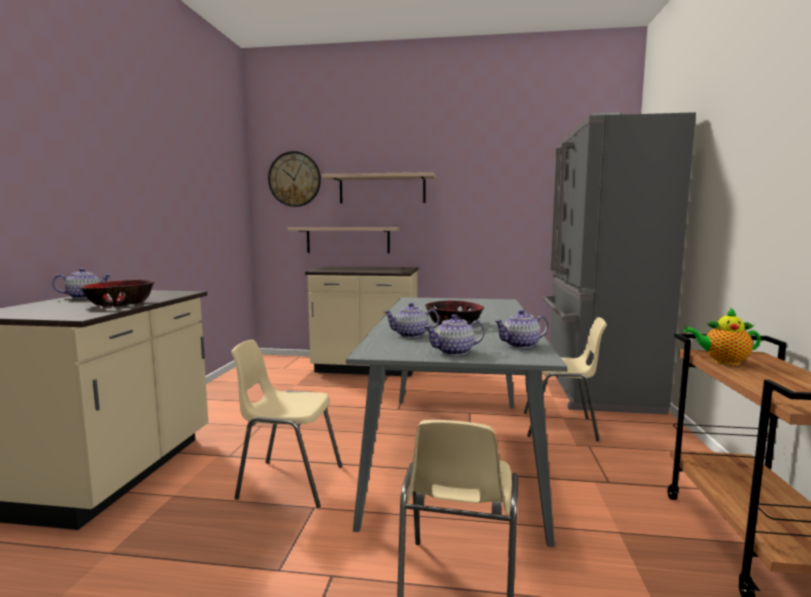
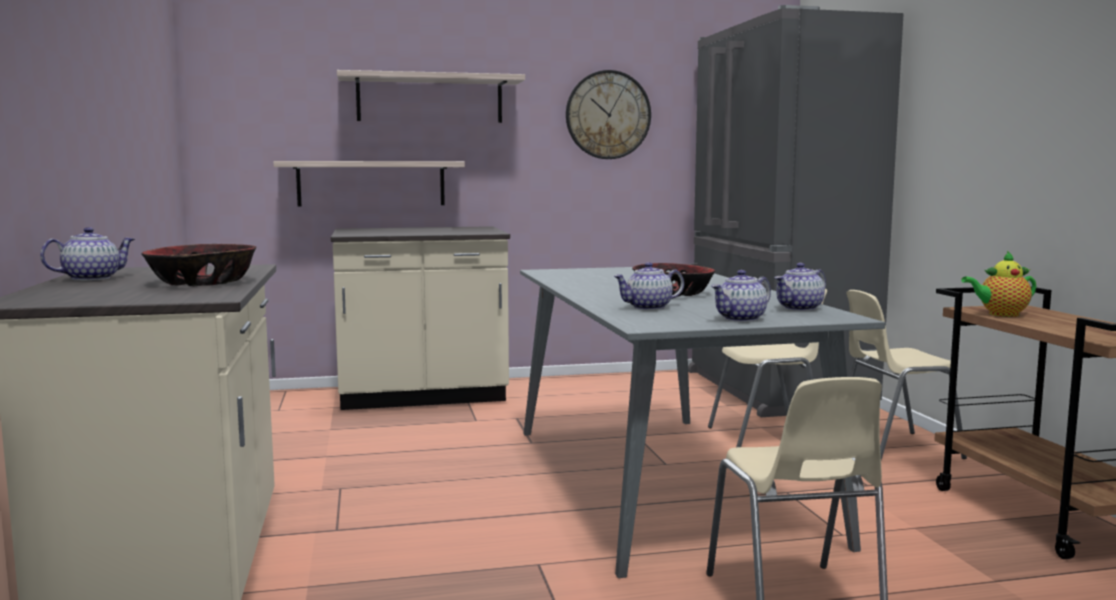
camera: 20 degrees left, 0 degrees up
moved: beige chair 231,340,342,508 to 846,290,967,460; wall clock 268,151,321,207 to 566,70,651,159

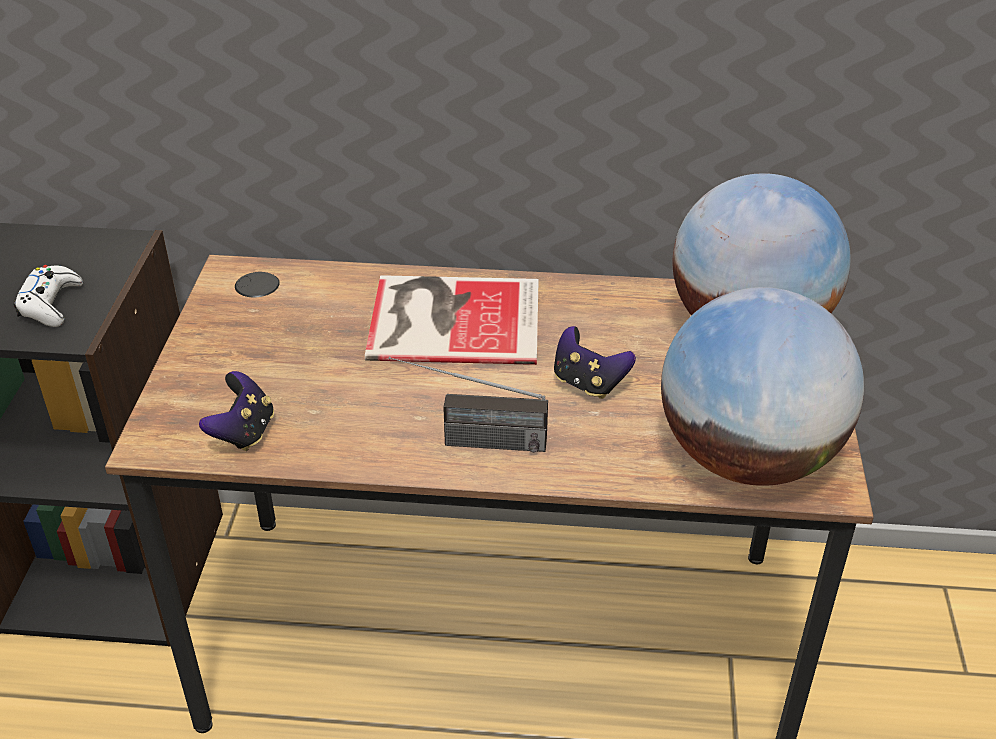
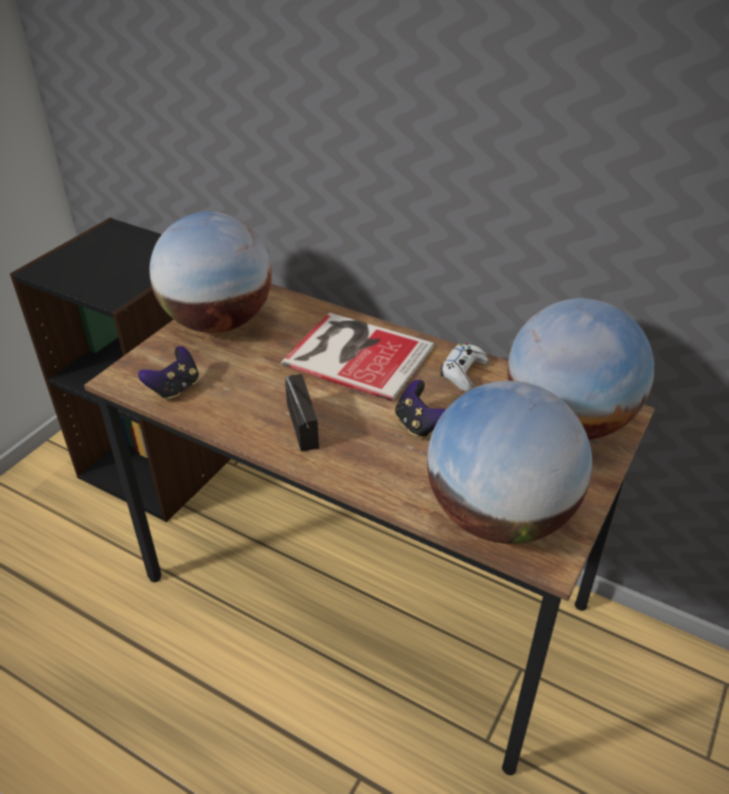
camera: 25 degrees right, 0 degrees up
added: globe 150,212,272,333
moved: white game controller 14,265,83,327 to 440,343,489,392
turned: radio 389,357,548,453 = 285,374,319,451 135 degrees counterclockwise

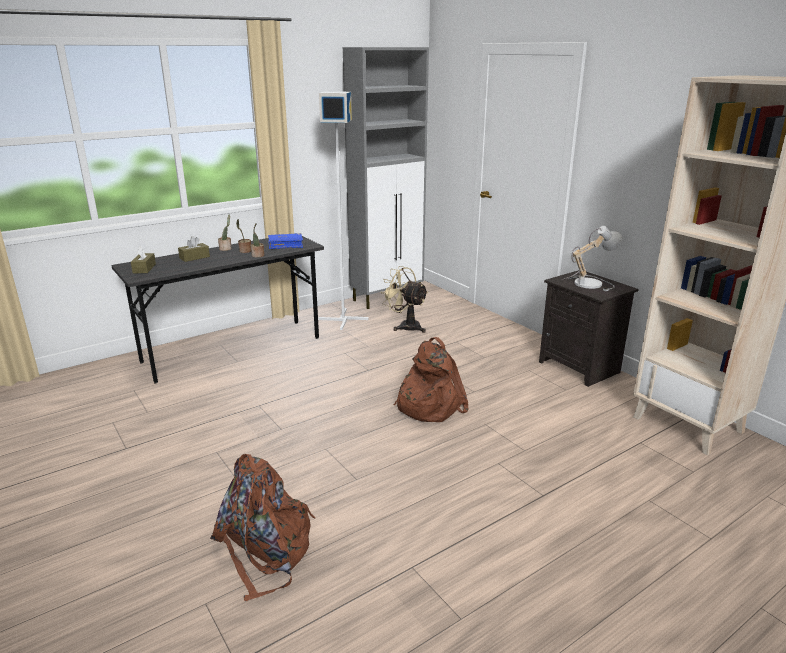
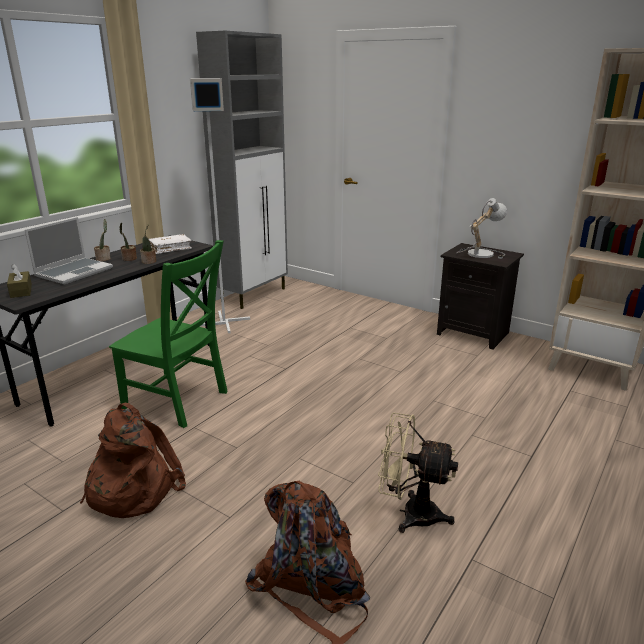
camera: 20 degrees left, 0 degrees up
added: green chair 109,240,227,428
moved: beige fan 380,266,429,333 to 378,413,458,533; brown backpack 394,337,469,422 to 80,403,186,518
replaced: brown tissue box 178,236,210,262 to laptop 25,217,113,285
recoloured: blue book 268,233,303,249 to white book 149,234,192,254

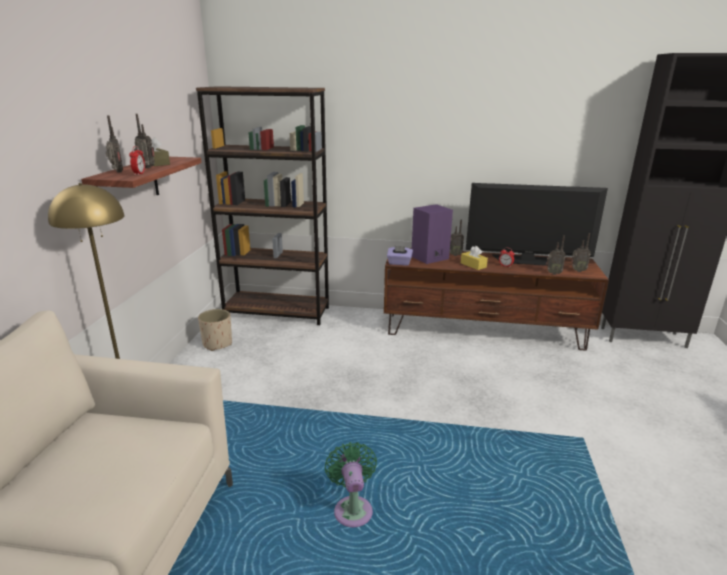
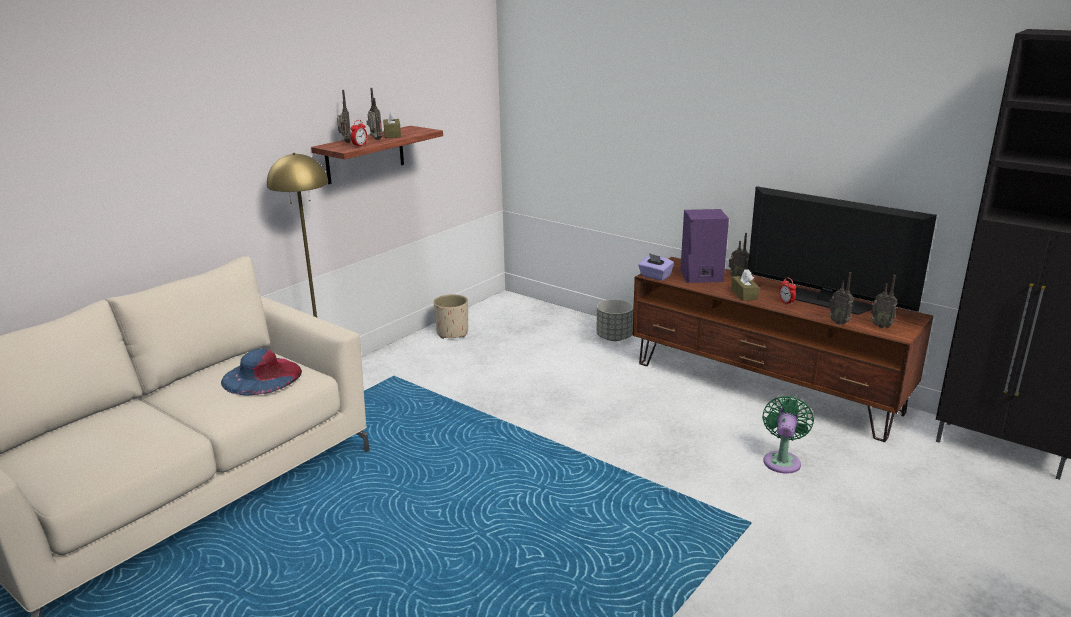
camera: 30 degrees right, 0 degrees up
removed: brown bookcase 196,86,329,325
added: blue hat 221,349,302,396; grey planter 596,299,634,341
moved: green fan 325,442,377,527 to 762,396,814,474
recoloured: yellow tissue box 461,246,488,270 to brown tissue box 731,269,759,301

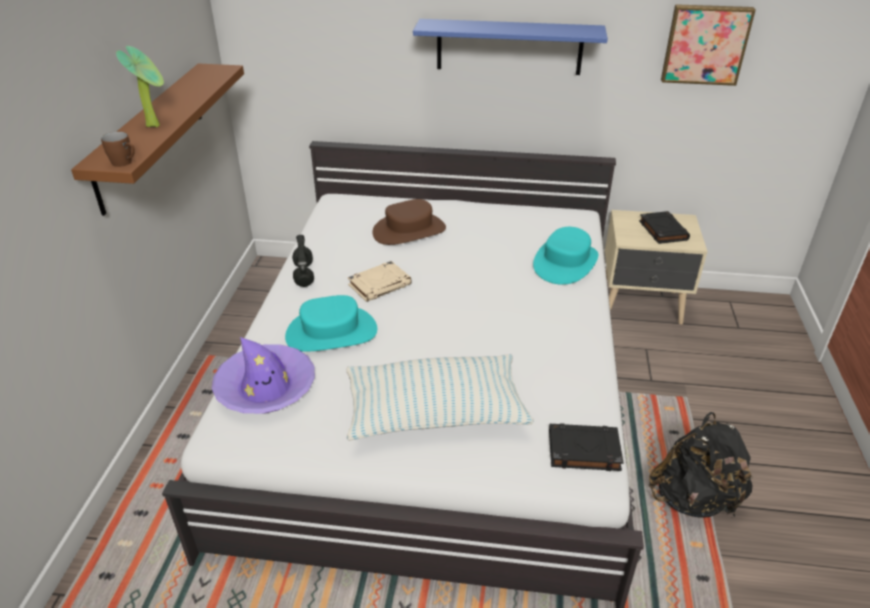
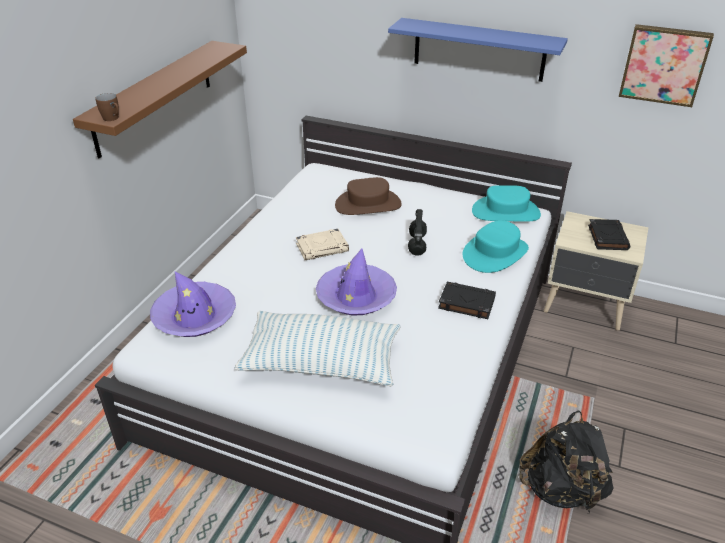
camera: 15 degrees right, 0 degrees up
removed: potted plant 116,46,164,127
added: purple hat 316,249,397,315
moved: turquoise hat 285,295,377,352 to 472,185,541,222; black headphones 292,235,314,287 to 408,209,427,256; black book 549,423,623,471 to 438,282,496,319

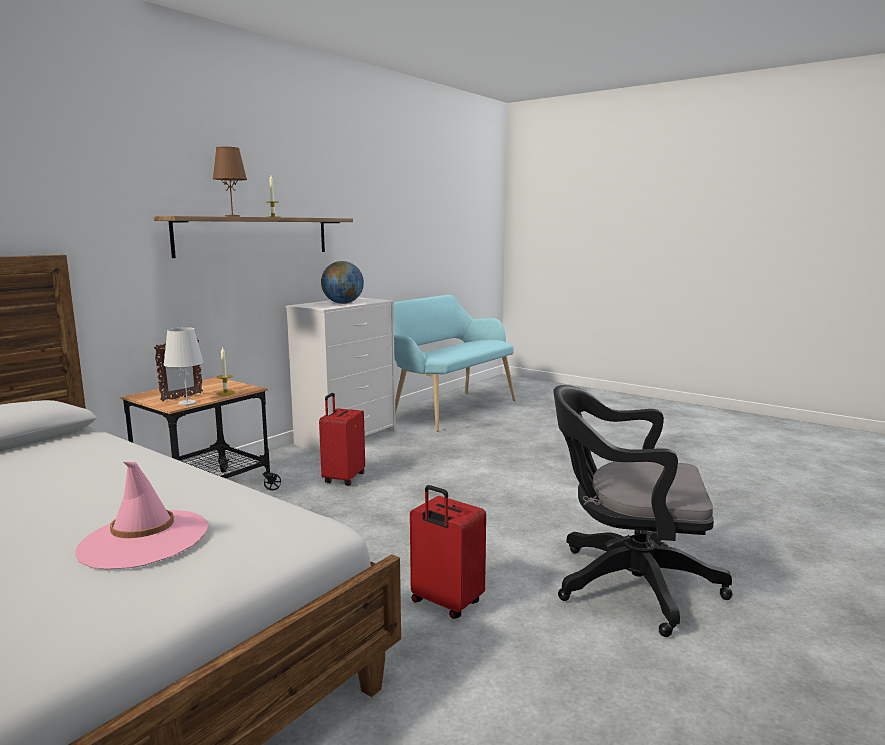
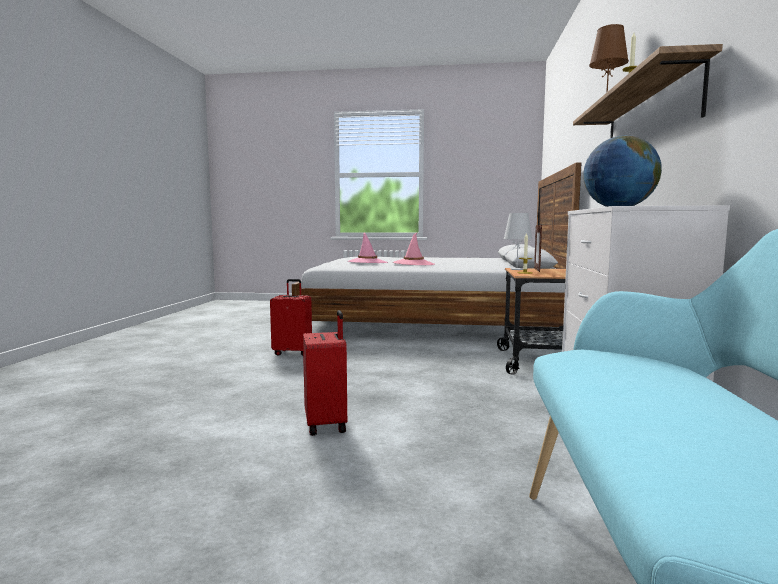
camera: 150 degrees right, 5 degrees down
removed: black office chair 553,385,733,637
added: pink hat 393,233,435,265
moved: red suitcase 319,393,365,486 to 303,310,347,436

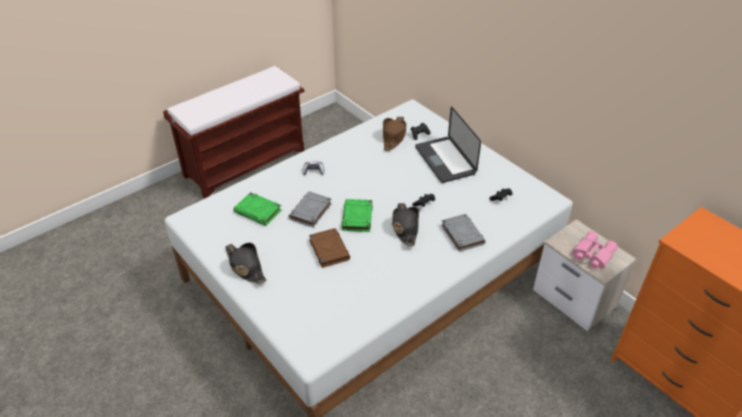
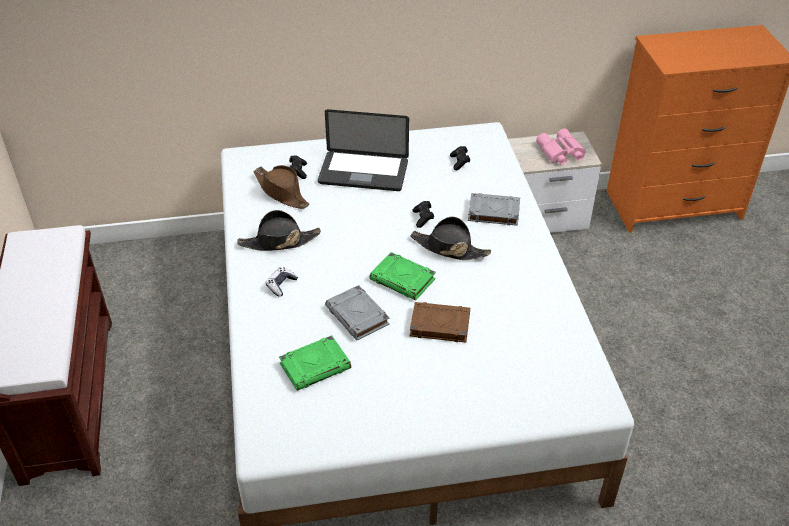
camera: 60 degrees left, 0 degrees up
moved: black hat 225,243,267,284 to 237,210,321,251

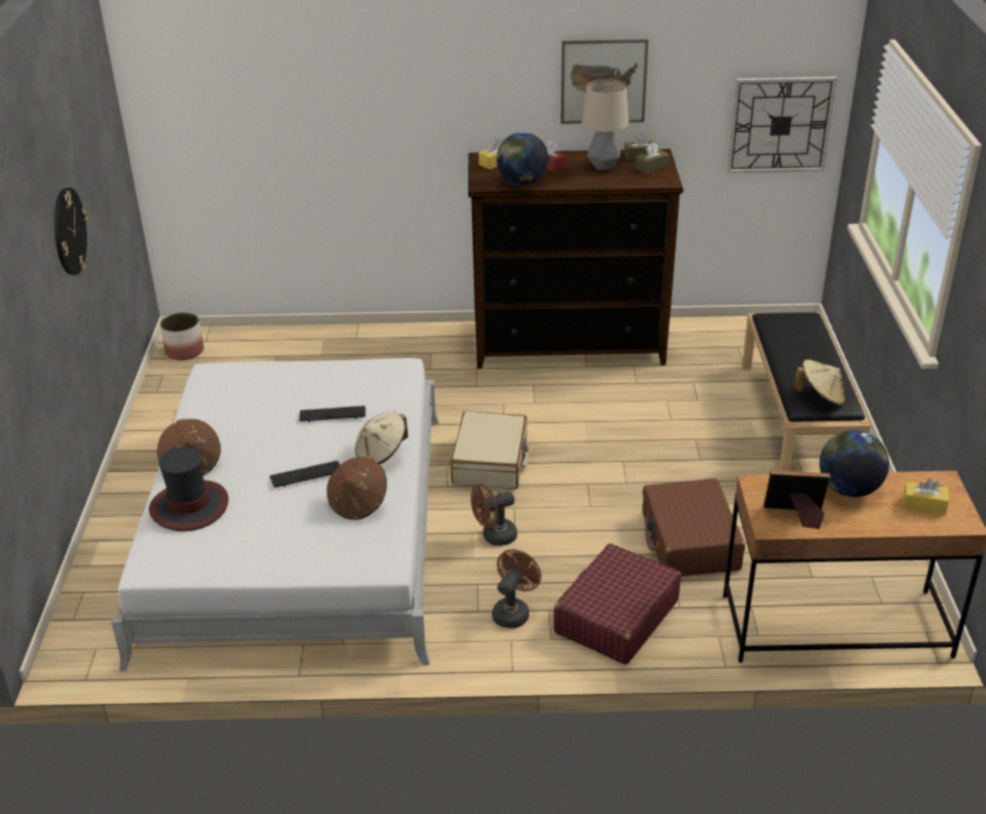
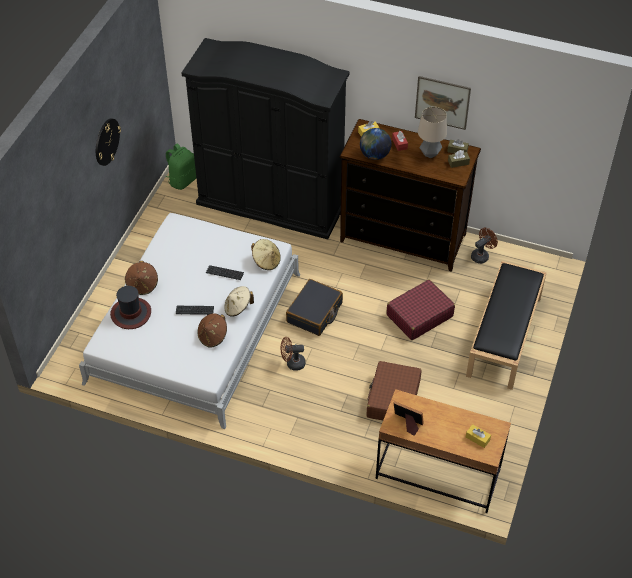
camera: 20 degrees right, 15 degrees up
removed: wall clock 727,77,837,173; globe 819,430,889,497
added: black wardrobe 181,38,350,239
moved: brown fan 492,549,541,628 to 471,228,498,264; red suitcase 554,544,681,664 to 386,280,455,340; beige hat 794,359,845,406 to 251,239,281,270
replaced: planter 160,312,204,361 to green backpack 166,143,196,190
recoloured: beige suitcase 450,411,529,489 to black suitcase 286,279,343,336

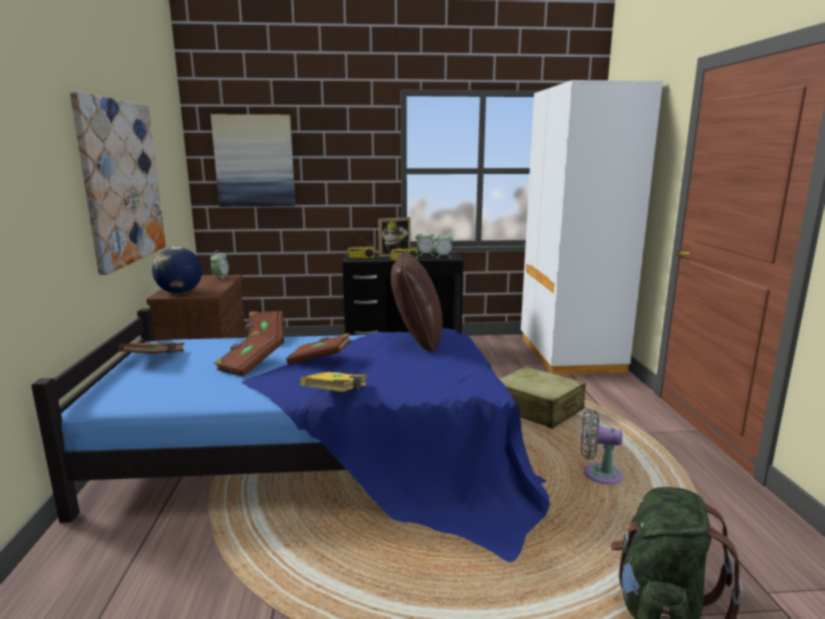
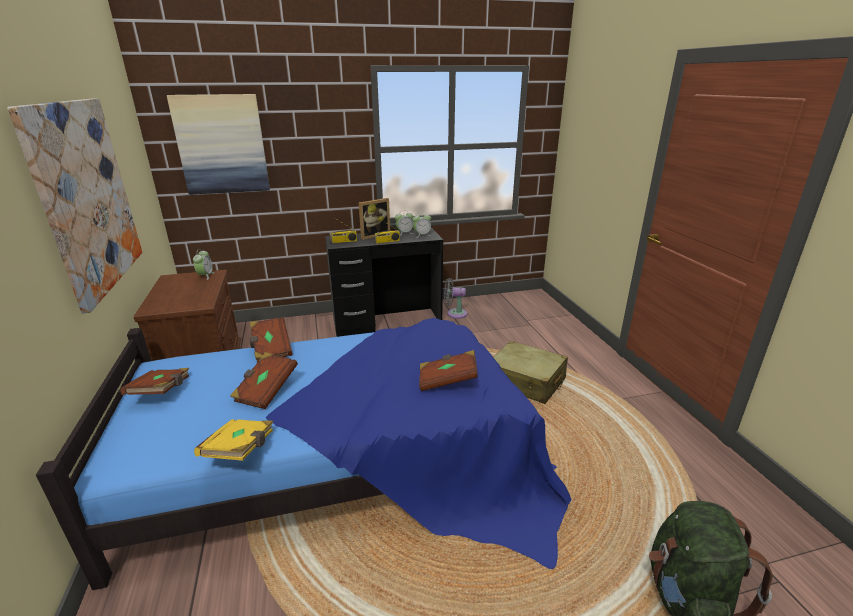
camera: 10 degrees left, 10 degrees up
removed: globe 152,247,202,293; brown pillow 391,252,442,353; white wardrobe 521,80,663,375
moved: brown book 286,333,352,364 to 419,350,478,391; yellow book 300,372,368,392 to 194,419,274,461; grey fan 581,409,623,484 to 444,278,467,319

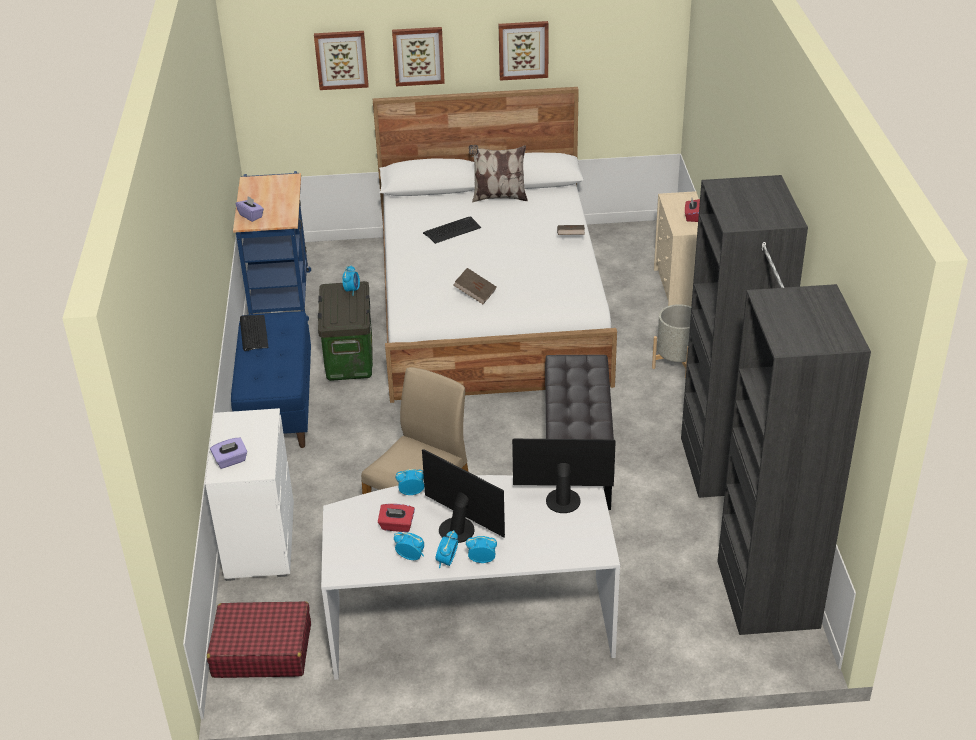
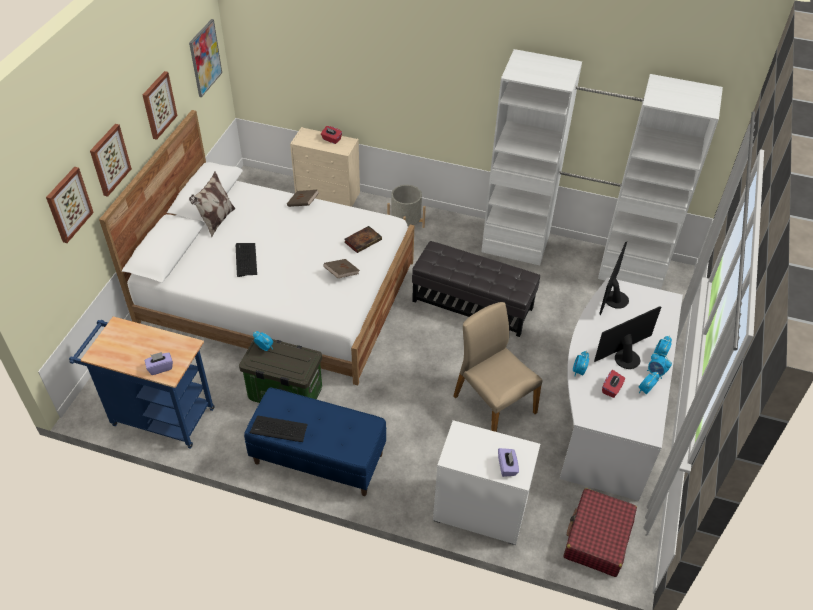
camera: 70 degrees left, 10 degrees up
added: picture 189,19,222,97; book 344,226,382,253
recoloured: black wardrobe 681,175,871,635 to white wardrobe 481,49,723,290

